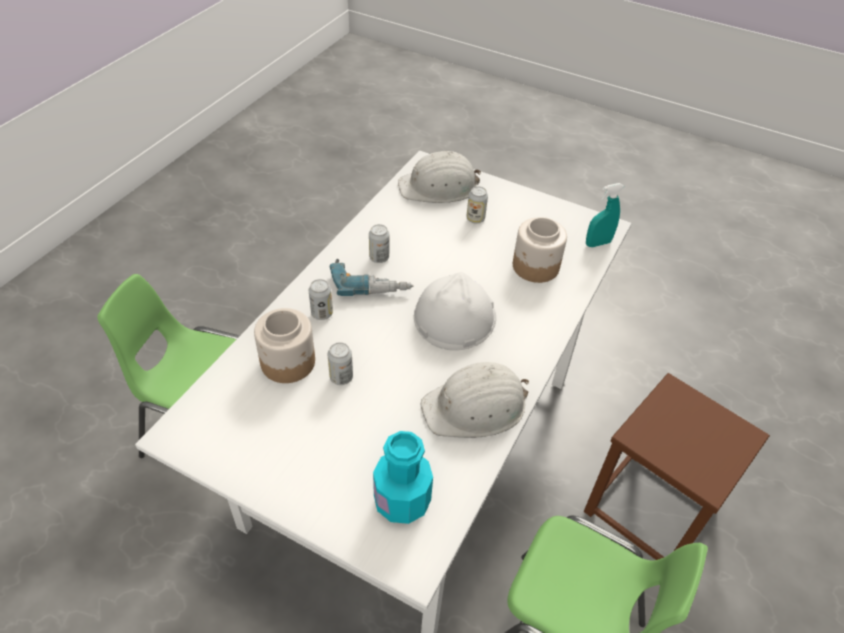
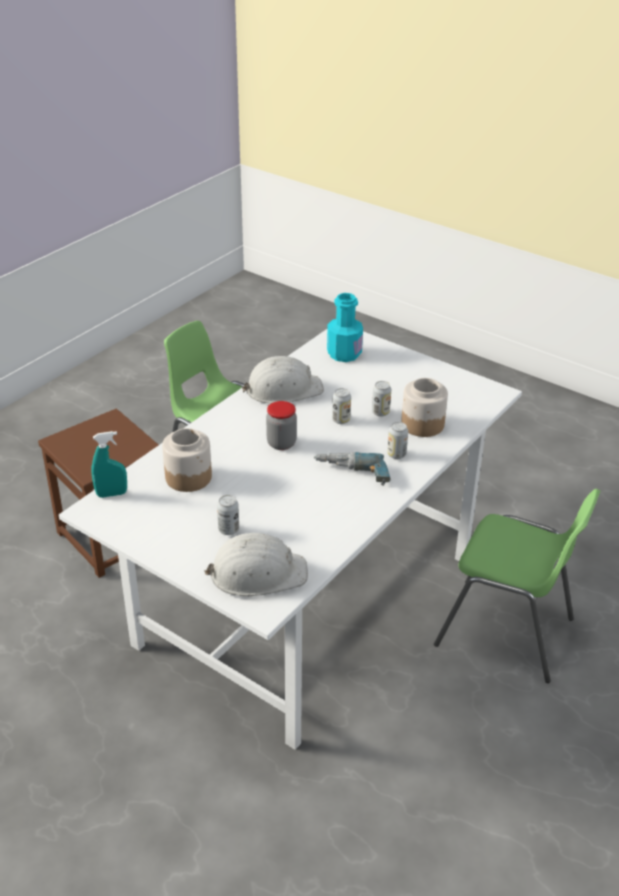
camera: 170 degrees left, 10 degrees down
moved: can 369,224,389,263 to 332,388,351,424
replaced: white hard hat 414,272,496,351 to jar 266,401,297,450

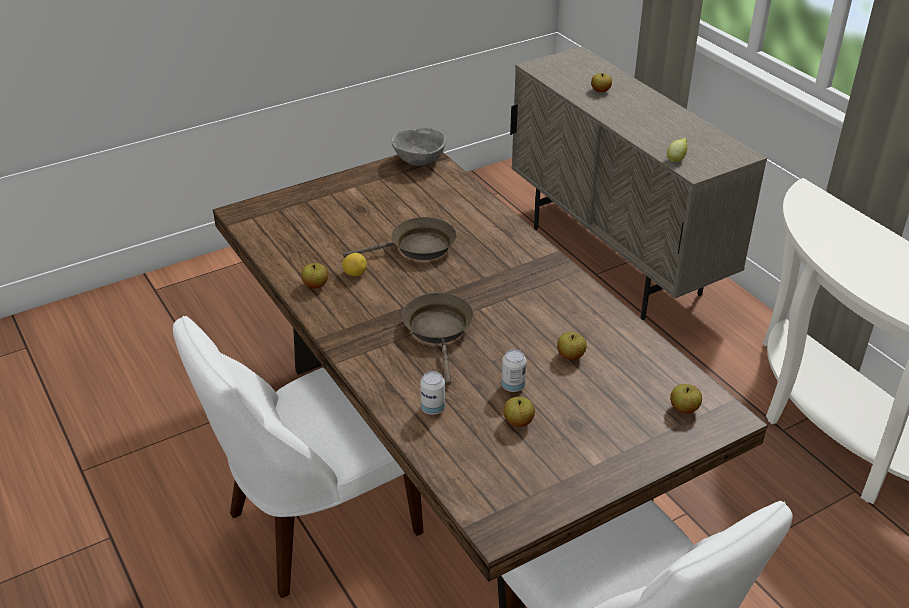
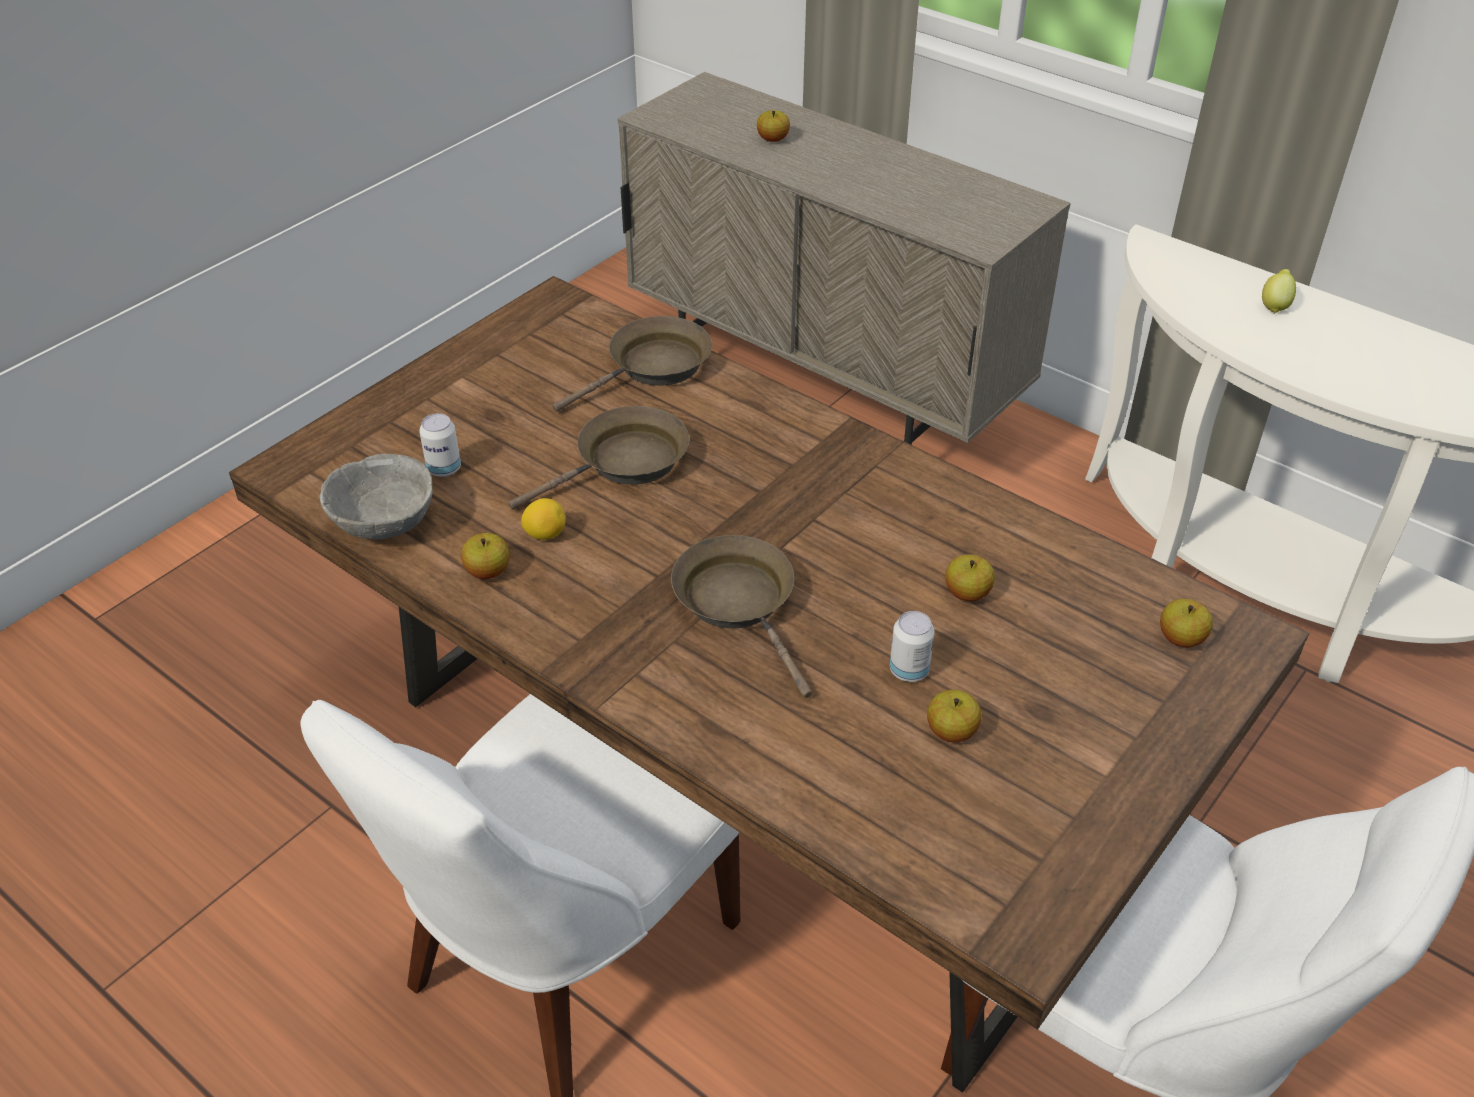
camera: 20 degrees left, 5 degrees up
added: brown frying pan 552,316,712,412
moved: grey bowl 391,128,446,166 to 320,454,433,539; can 420,371,445,415 to 419,413,461,477; lemon 667,138,688,162 to 1262,269,1296,314

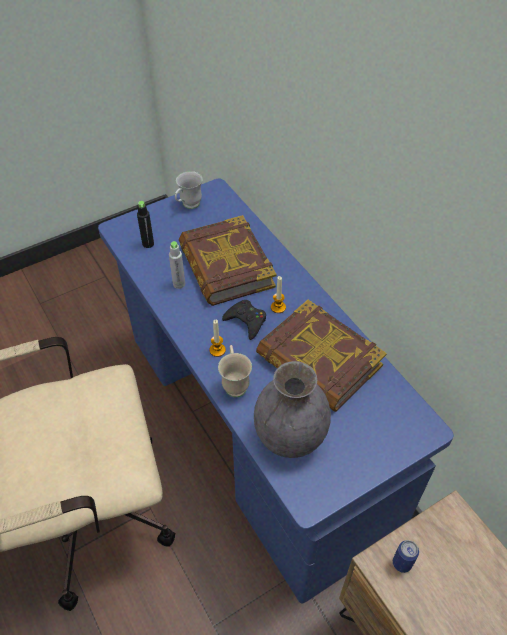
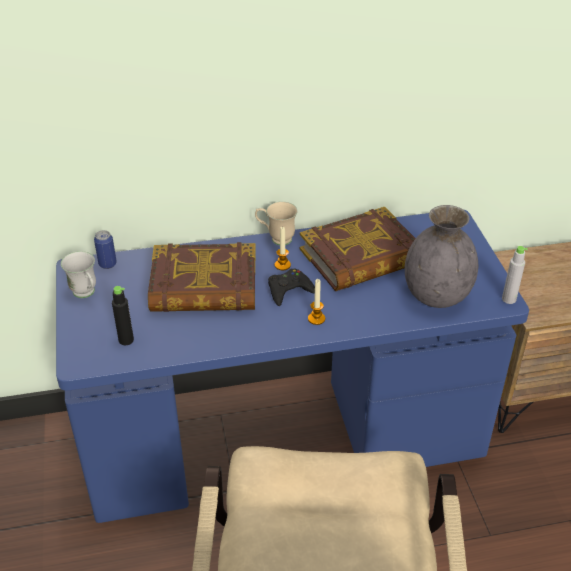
camera: 70 degrees left, 10 degrees down
moved: grey bottle 169,241,185,289 to 502,246,528,304; beige mug 218,345,252,397 to 255,202,298,245; can 393,540,419,573 to 94,230,117,269

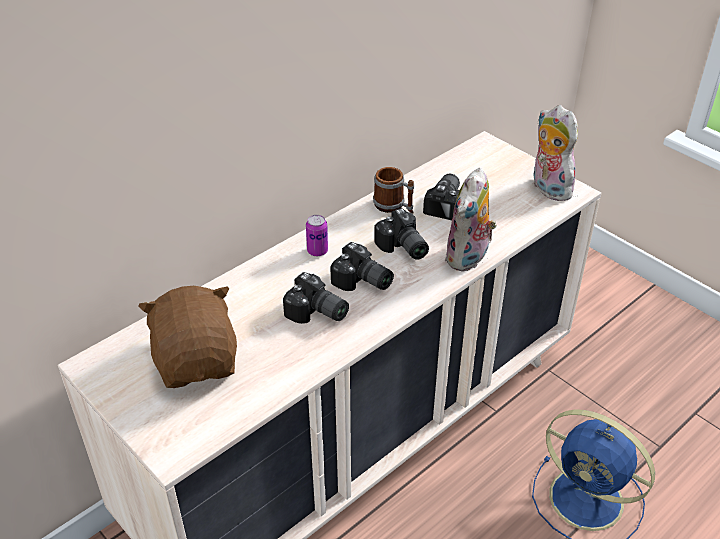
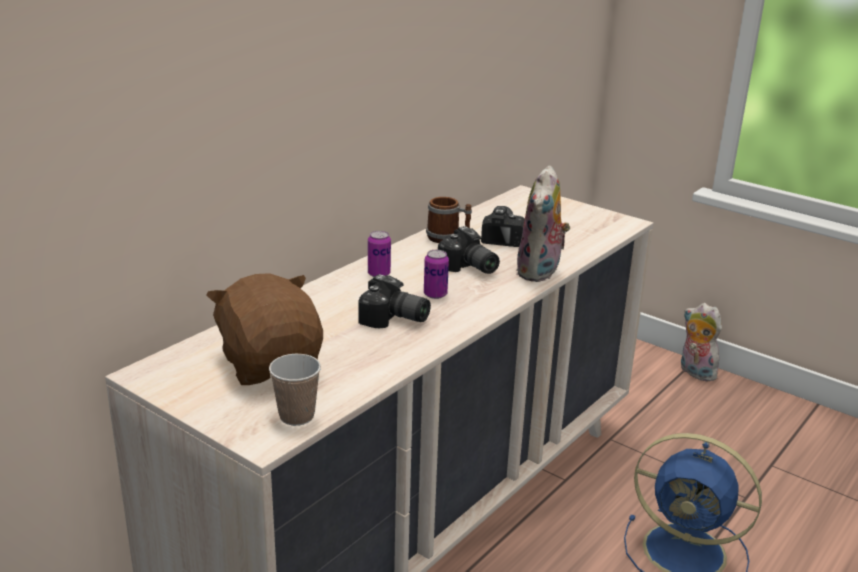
camera: 10 degrees left, 15 degrees down
added: cup 269,354,321,426
moved: plush toy 534,105,578,201 to 681,303,722,381
replaced: photo camera 330,242,394,291 to can 424,250,449,299

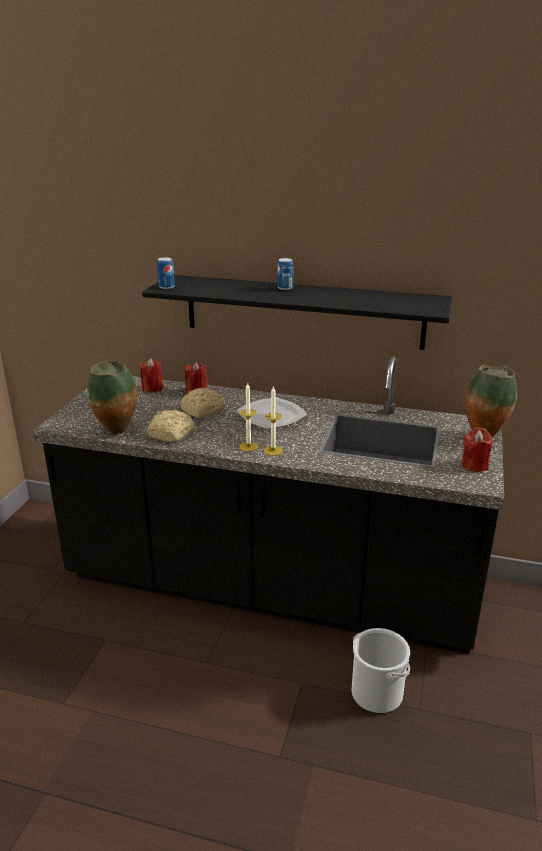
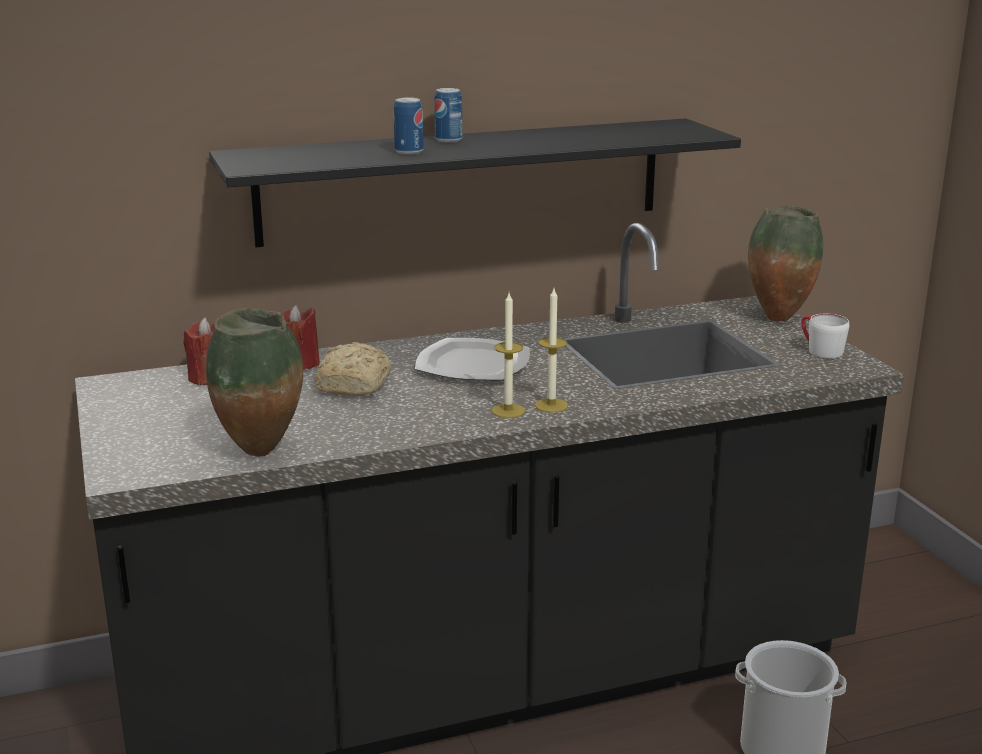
camera: 35 degrees left, 5 degrees down
removed: bread 147,410,195,443
moved: can 157,257,175,289 to 393,98,423,155
replaced: red candle 461,428,493,472 to white mug 802,314,849,359

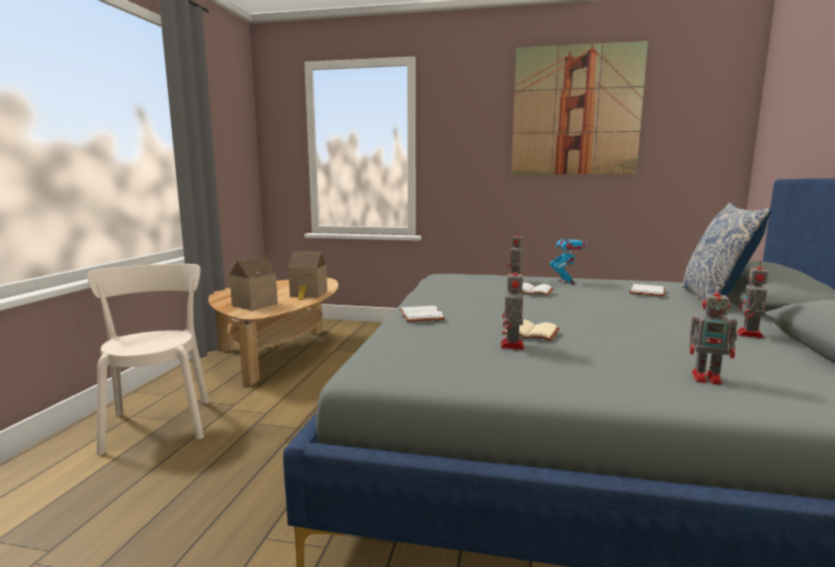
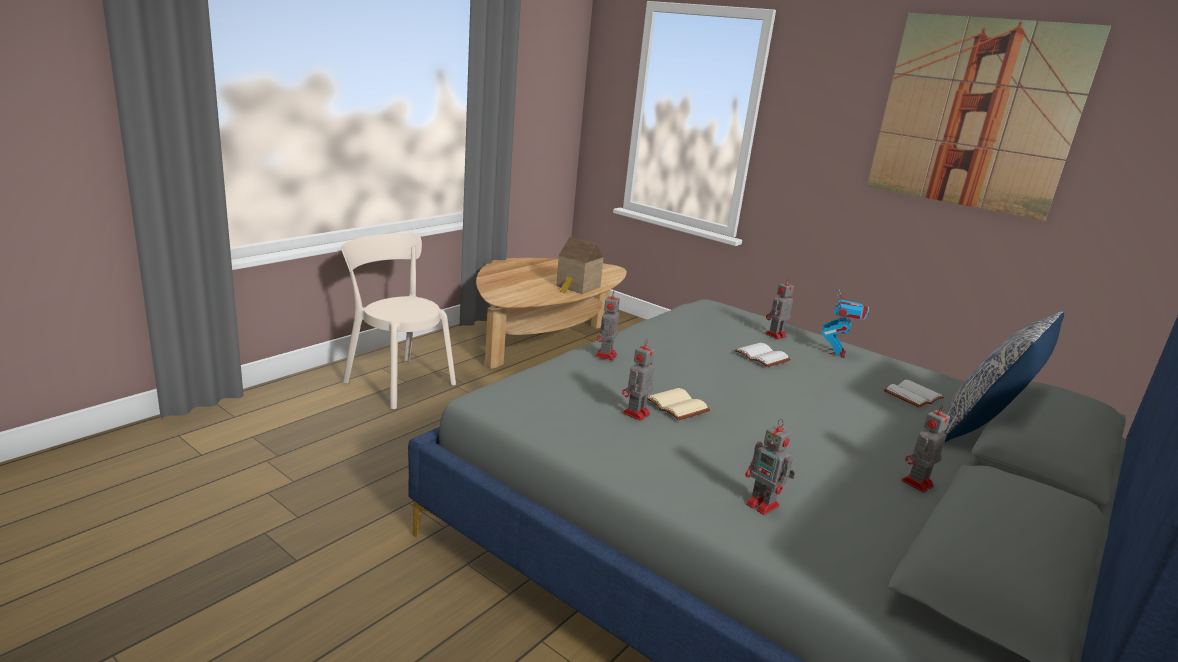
camera: 25 degrees right, 10 degrees up
removed: toy house 229,257,278,310
replaced: white book 399,306,445,322 to toy robot 595,290,620,360
turned: beige chair 88,264,209,455 = 341,233,456,409 60 degrees counterclockwise

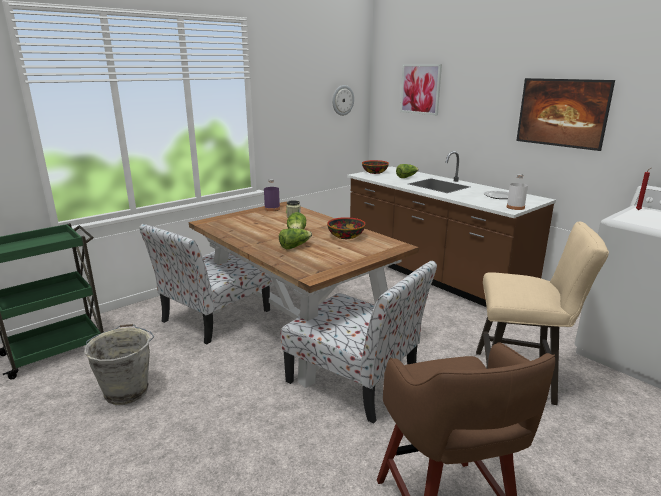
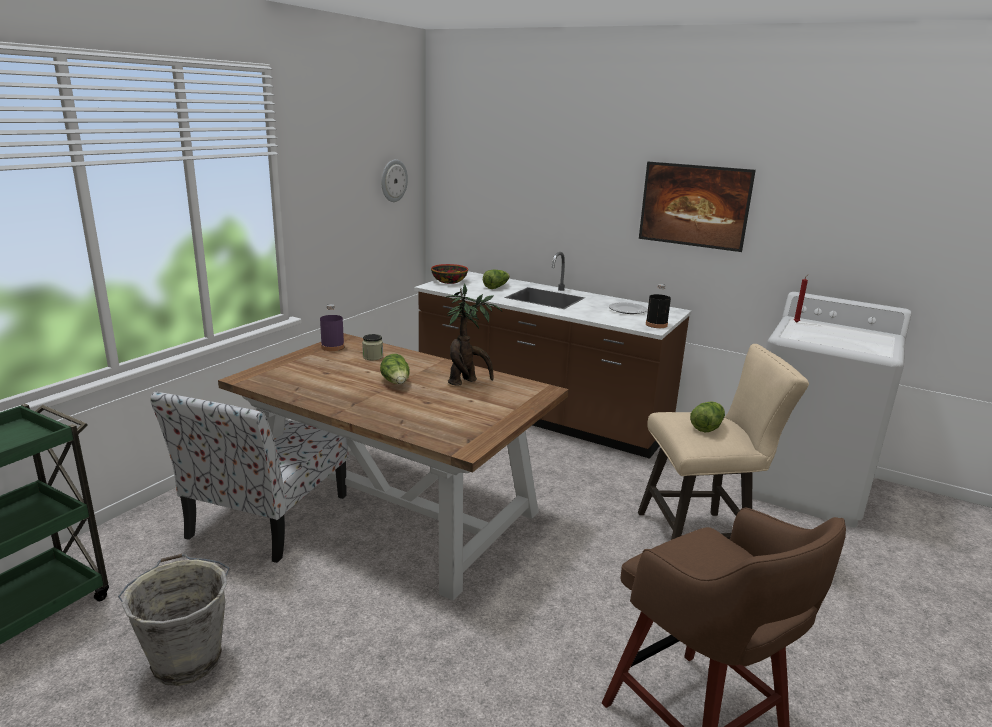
camera: 20 degrees left, 0 degrees up
removed: chair 281,261,437,424; picture 400,64,442,115
moved: lettuce 279,228,312,249 to 690,401,725,432
replaced: bowl 327,217,365,239 to potted plant 446,283,503,386
recoloured: white bottle 507,174,528,210 to black bottle 646,284,671,328

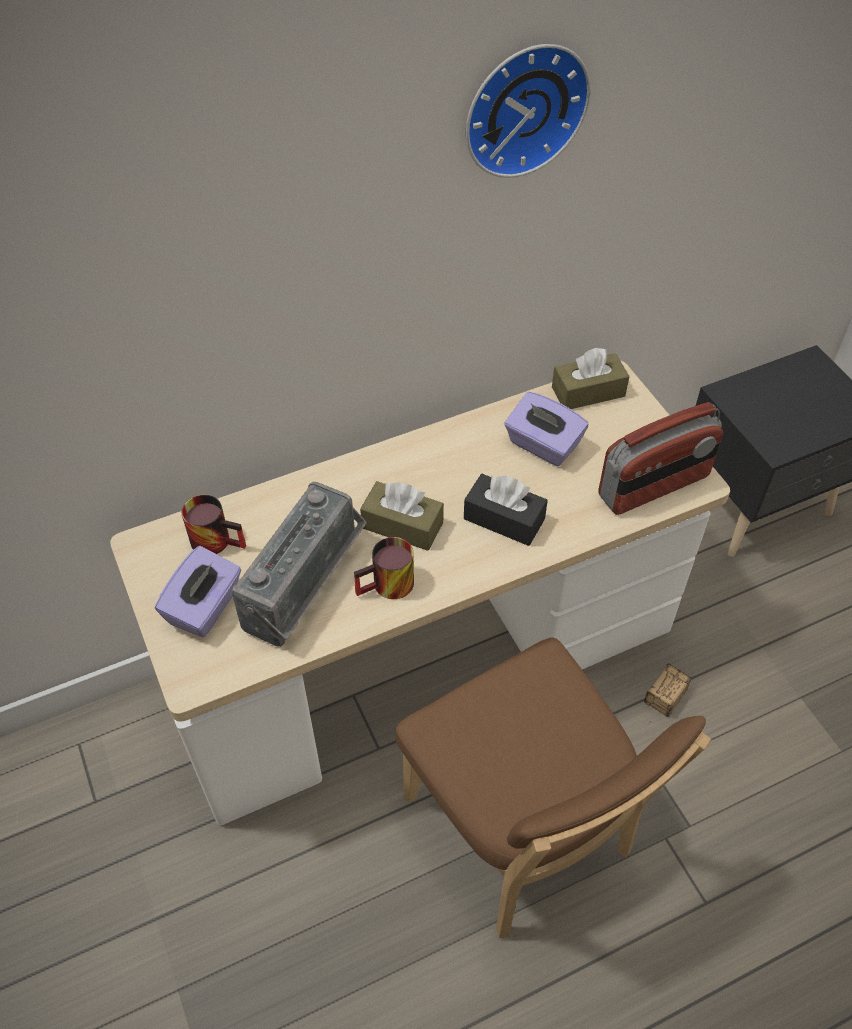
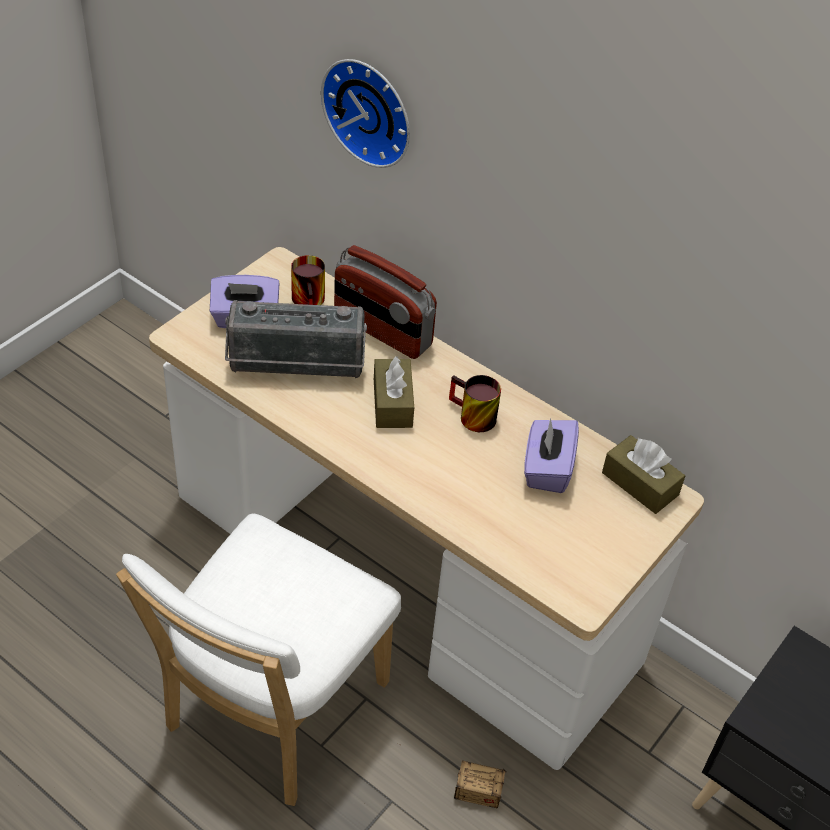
camera: 60 degrees right, 5 degrees down
removed: black tissue box 464,474,548,546
moved: mug 354,537,414,599 to 449,375,501,432; wall clock 466,44,591,178 to 321,59,410,168; radio 598,402,723,515 to 334,245,437,359
recoloured: brown chair 395,638,711,939 to white chair 116,513,401,806

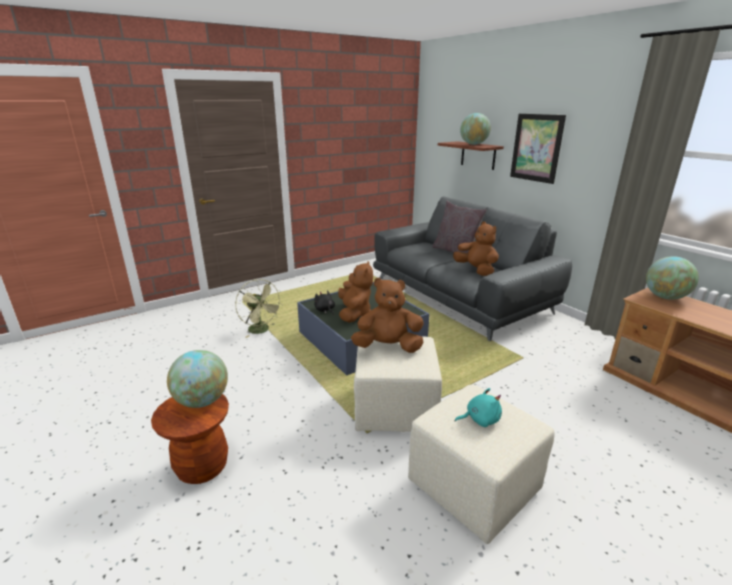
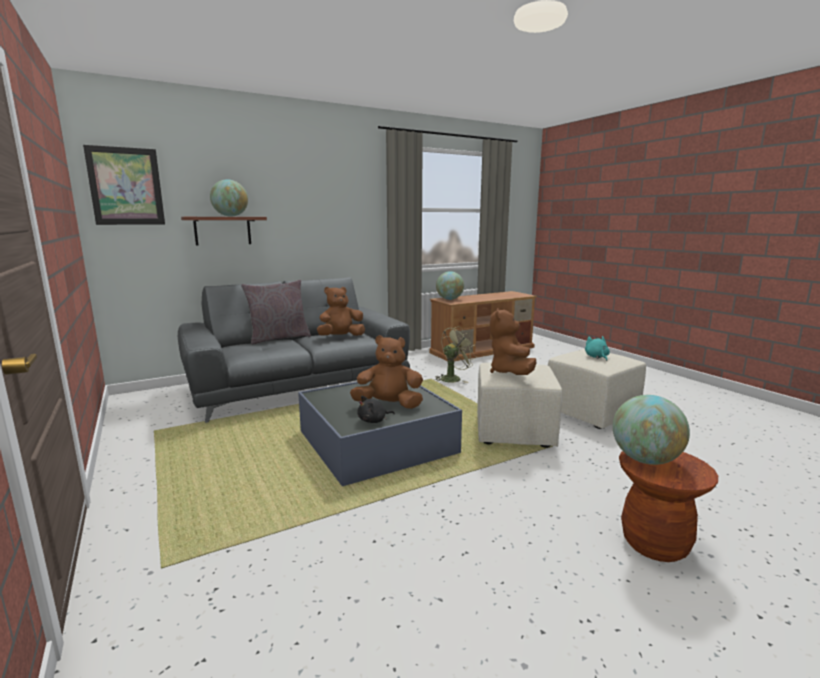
camera: 85 degrees left, 10 degrees down
moved: green fan 235,279,283,338 to 435,326,477,383; picture 510,114,566,184 to 83,145,165,225

